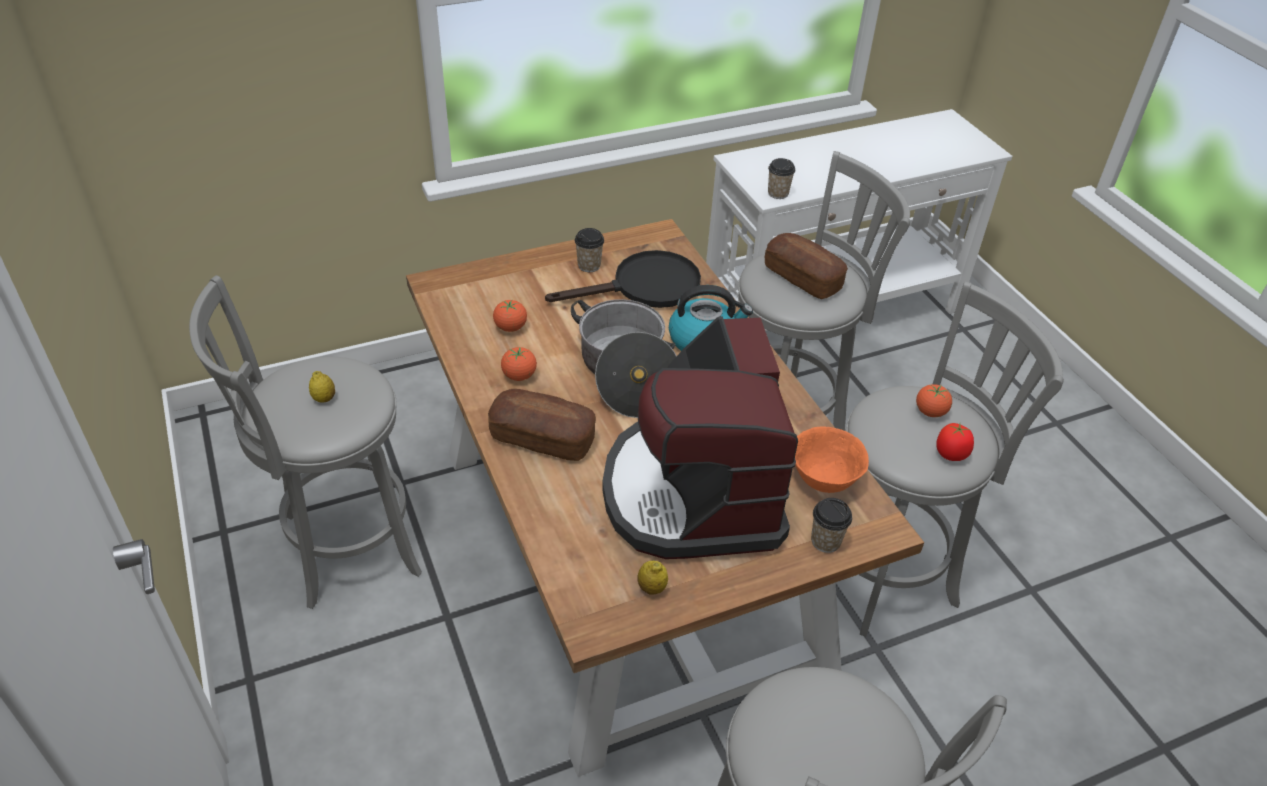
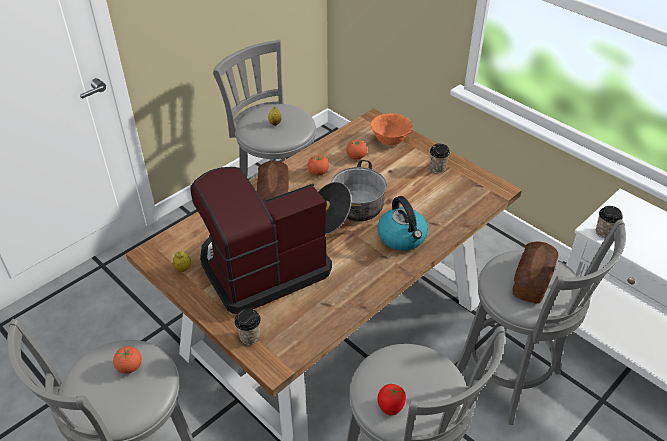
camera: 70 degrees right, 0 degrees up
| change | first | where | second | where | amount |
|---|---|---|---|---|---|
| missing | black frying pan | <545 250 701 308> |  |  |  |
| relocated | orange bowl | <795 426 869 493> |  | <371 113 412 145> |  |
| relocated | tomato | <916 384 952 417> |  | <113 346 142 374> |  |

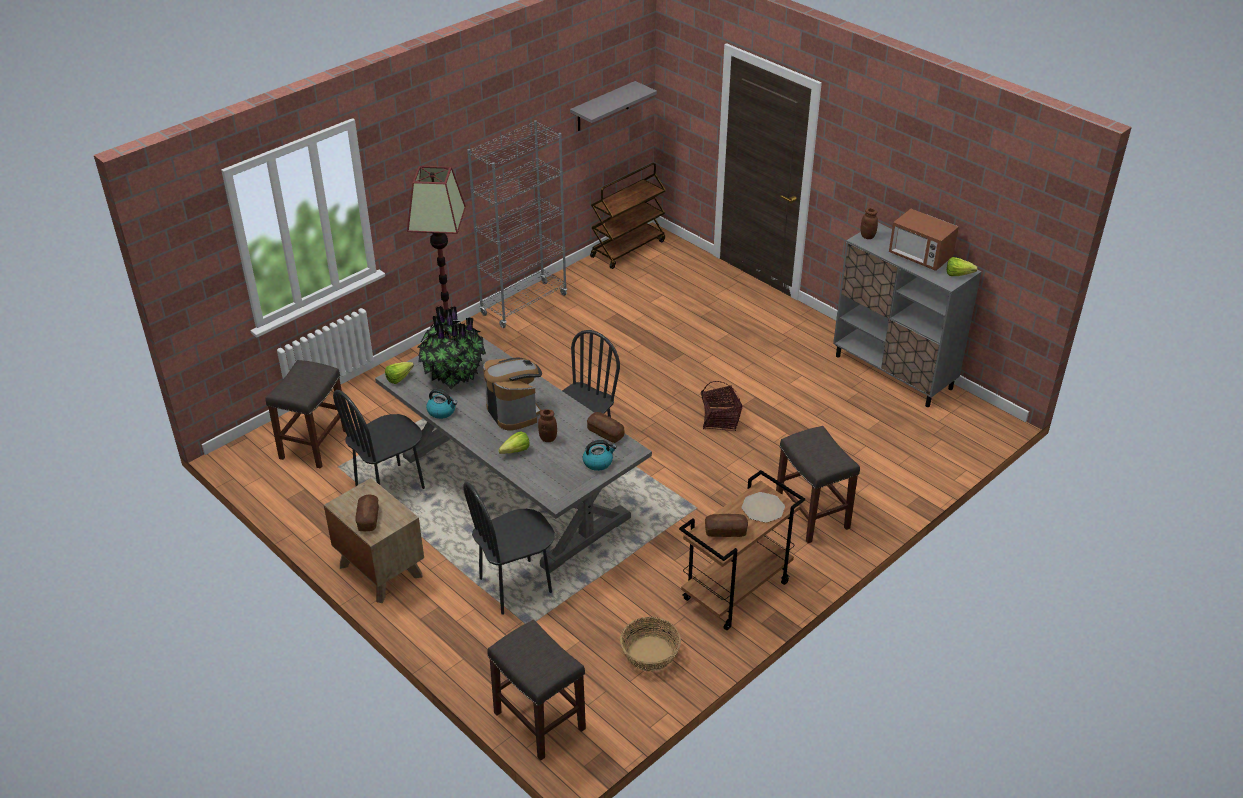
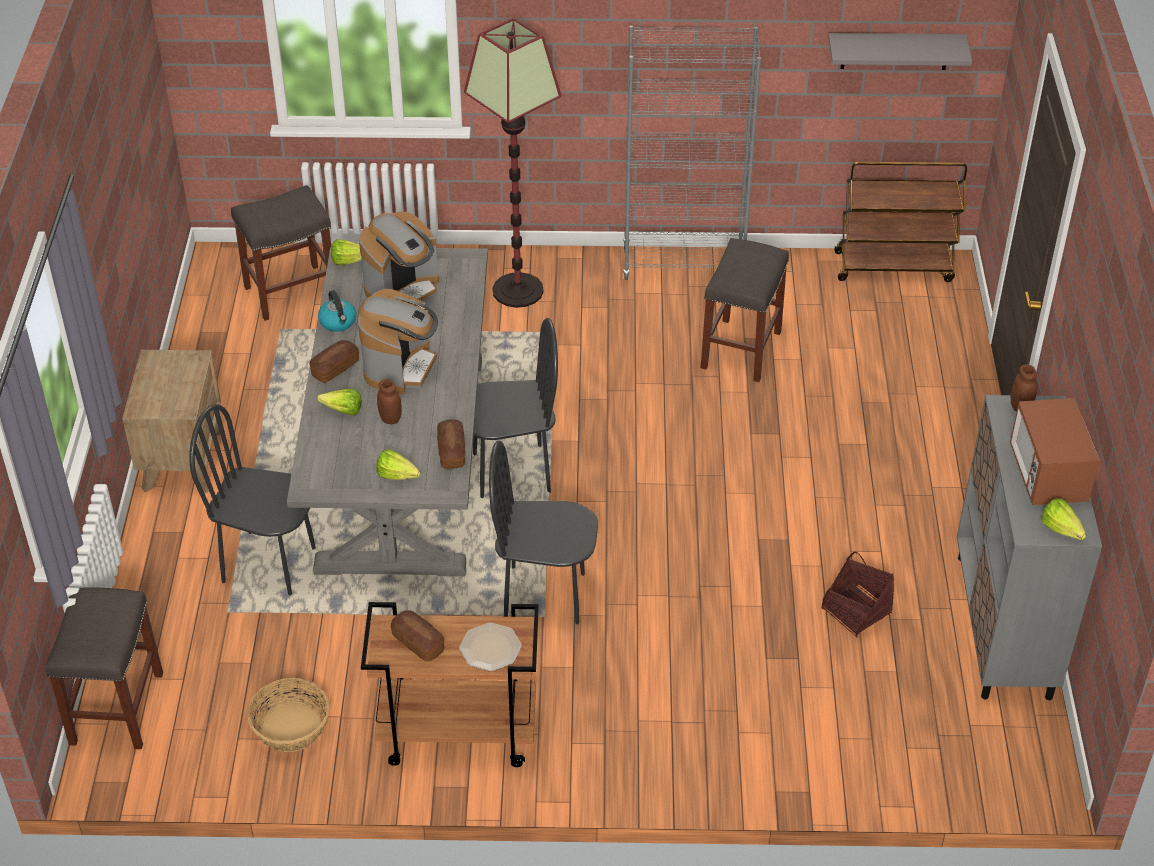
camera: 45 degrees right, 5 degrees up
| change | first | where | second | where | amount |
|---|---|---|---|---|---|
| relocated | black chair | <333 390 425 489> |  | <489 441 598 624> |  |
| relocated | bread | <355 495 379 531> |  | <309 340 359 383> |  |
| relocated | basket | <701 381 743 431> |  | <821 551 894 637> |  |
| relocated | grey stool | <776 426 860 543> |  | <701 238 789 382> |  |
| exchanged | potted plant | <417 306 486 389> | coffee machine | <359 212 439 302> |  |
| exchanged | kettle | <583 440 617 471> | lettuce | <376 449 421 480> |  |

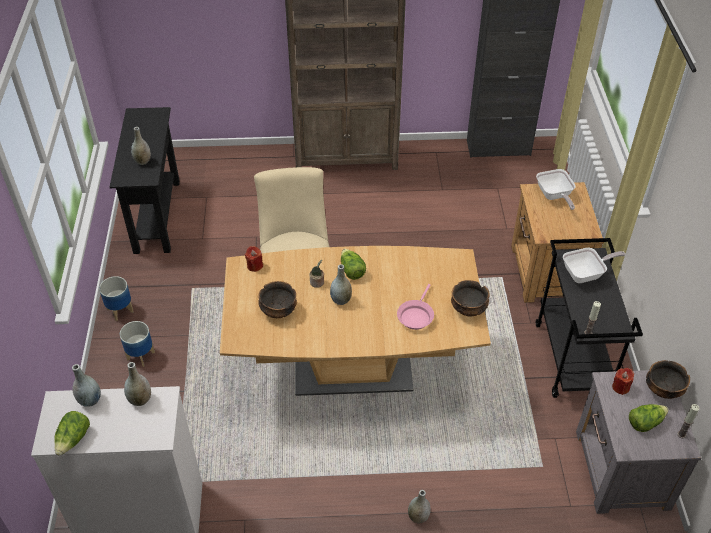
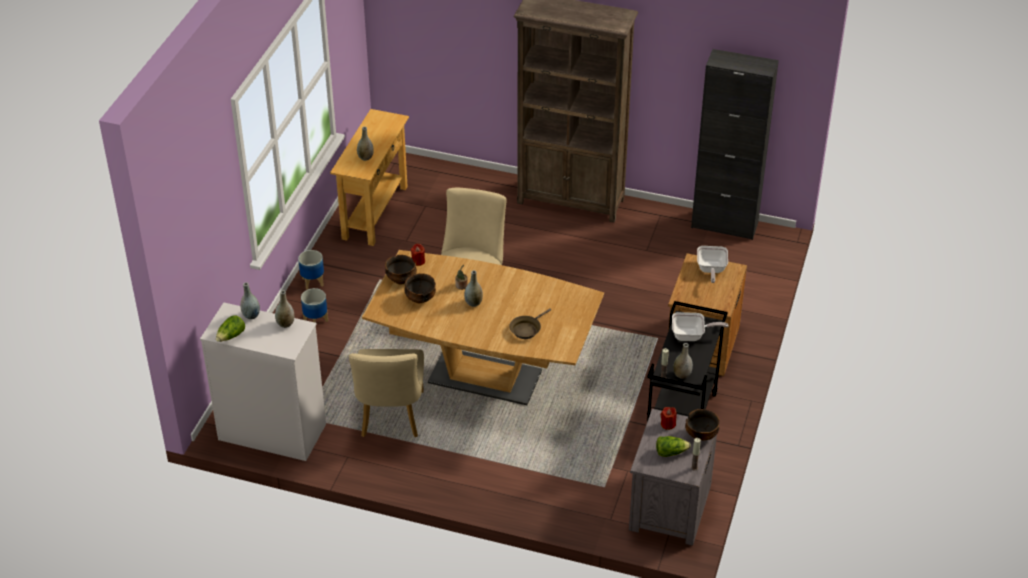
camera: 20 degrees right, 5 degrees down
| change | first | where | second | where | amount |
|---|---|---|---|---|---|
| missing | lettuce | <341 249 366 280> |  |  |  |
| appeared |  |  | beige chair | <349 349 424 437> |  |
| relocated | grey vase | <408 490 431 524> |  | <673 343 693 379> |  |
| relocated | bowl | <451 280 490 316> |  | <385 255 417 285> |  |
| colour | black console table | <109 107 180 254> | beige console table | <330 109 409 246> |  |
| colour | pink frying pan | <397 284 434 330> | brown frying pan | <509 308 551 339> |  |

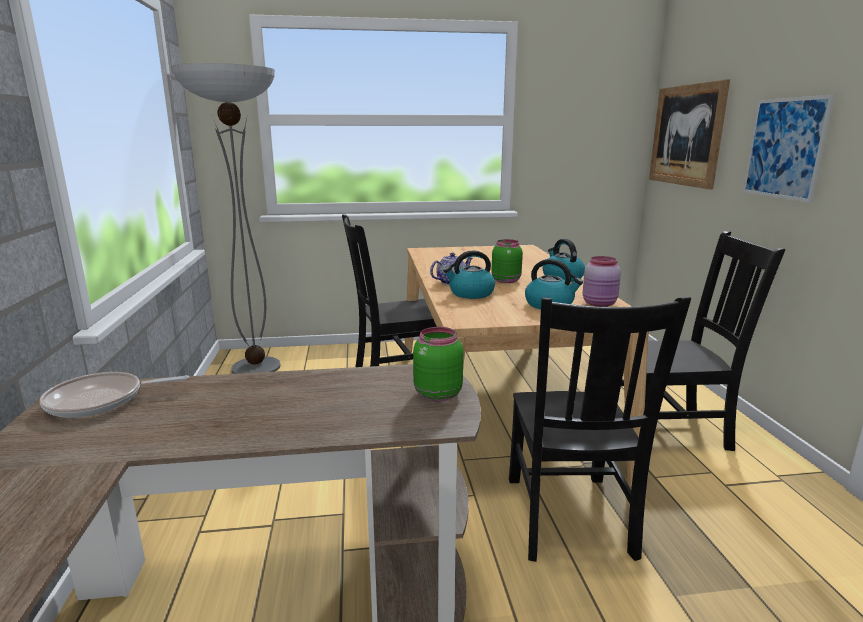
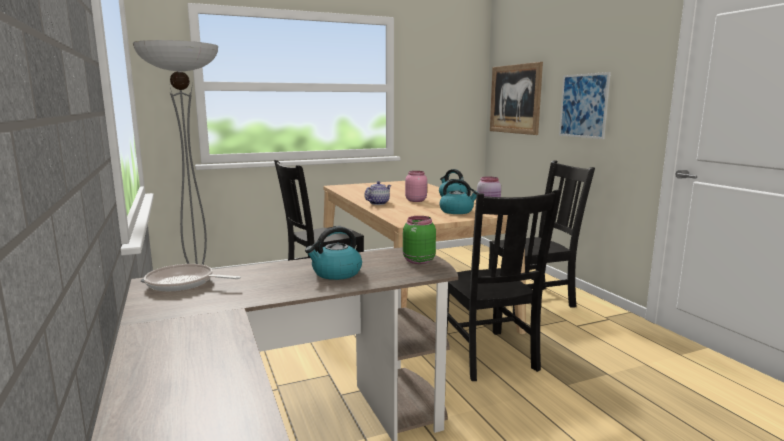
camera: 15 degrees left, 5 degrees down
| change | first | where | second | where | amount |
|---|---|---|---|---|---|
| relocated | kettle | <443 250 495 299> |  | <305 227 362 280> |  |
| colour | green jar | <492 239 523 283> | pink jar | <405 171 427 202> |  |
| spun | frying pan | <40 372 189 418> |  | <144 264 241 291> | 45 degrees clockwise |

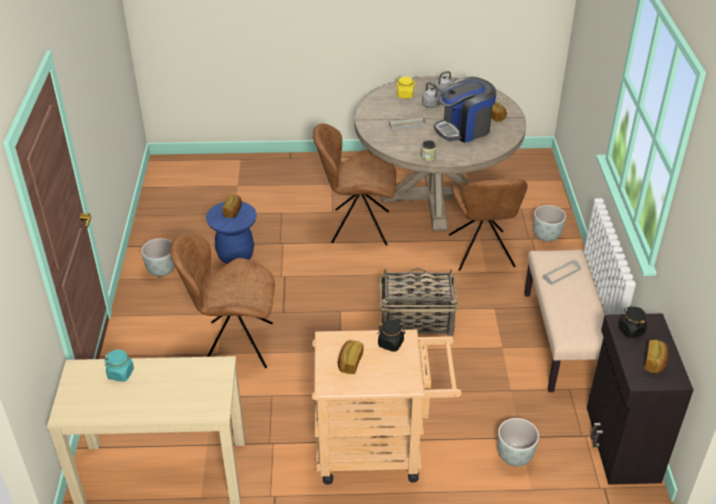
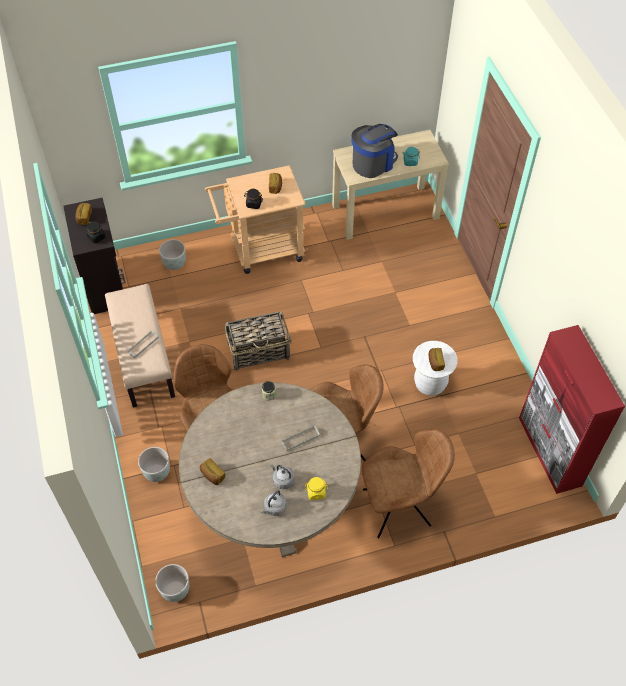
camera: 165 degrees right, 15 degrees up
| change | first | where | second | where | amount |
|---|---|---|---|---|---|
| appeared |  |  | red cabinet | <519 325 625 494> |  |
| relocated | grey planter | <141 238 175 277> |  | <155 564 189 602> |  |
| relocated | brown chair | <170 233 275 368> |  | <362 429 455 539> |  |
| relocated | coffee machine | <434 77 496 143> |  | <351 124 398 178> |  |
| colour | blue stool | <206 202 257 264> | white stool | <413 341 457 396> |  |

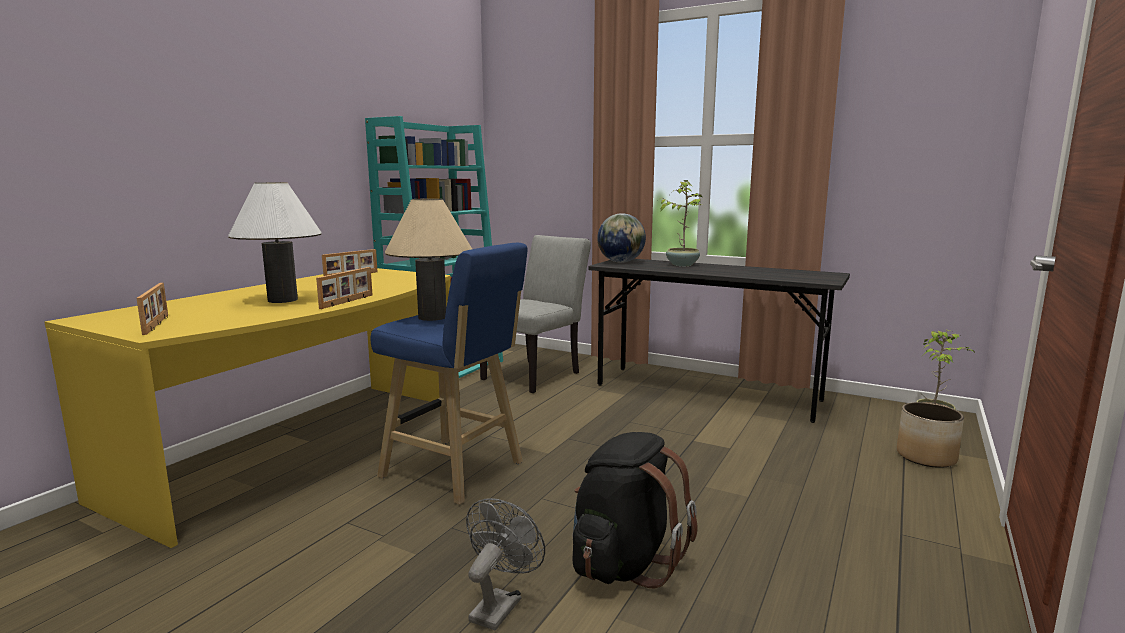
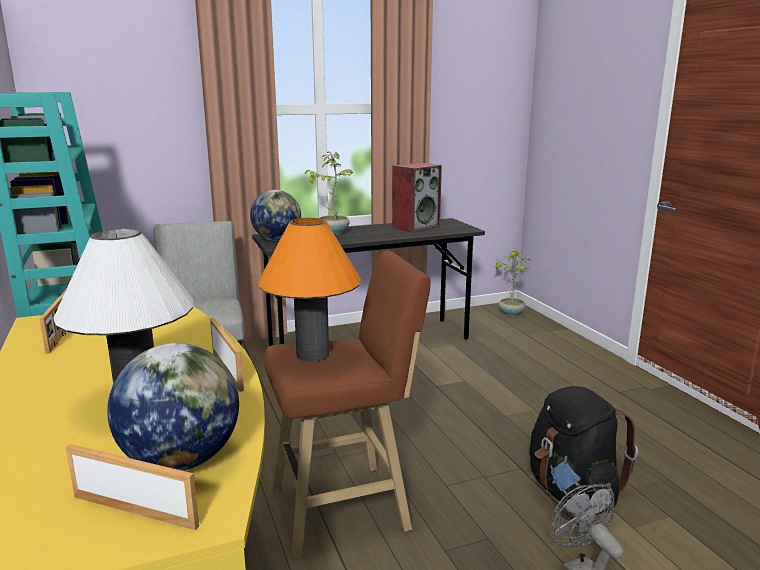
camera: 50 degrees left, 5 degrees up
| change | first | where | second | where | amount |
|---|---|---|---|---|---|
| missing | planter | <897 402 964 468> |  |  |  |
| appeared |  |  | globe | <107 343 239 471> |  |
| appeared |  |  | speaker | <392 162 442 233> |  |
| colour | blue stool | <371 243 527 505> | brown stool | <264 251 430 559> |  |
| colour | beige table lamp | <385 198 472 321> | orange table lamp | <258 218 361 362> |  |

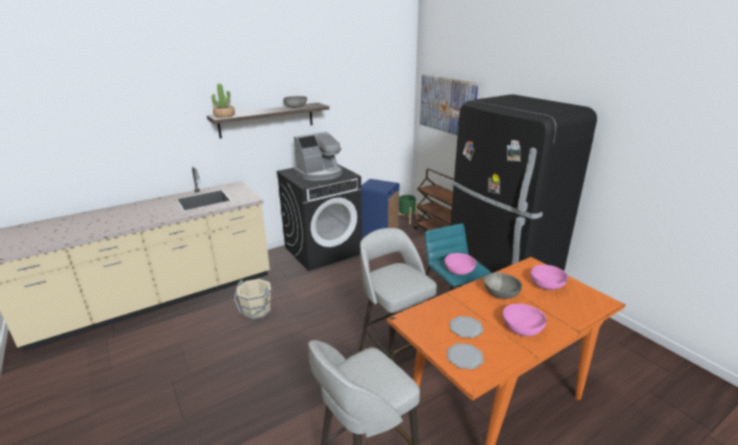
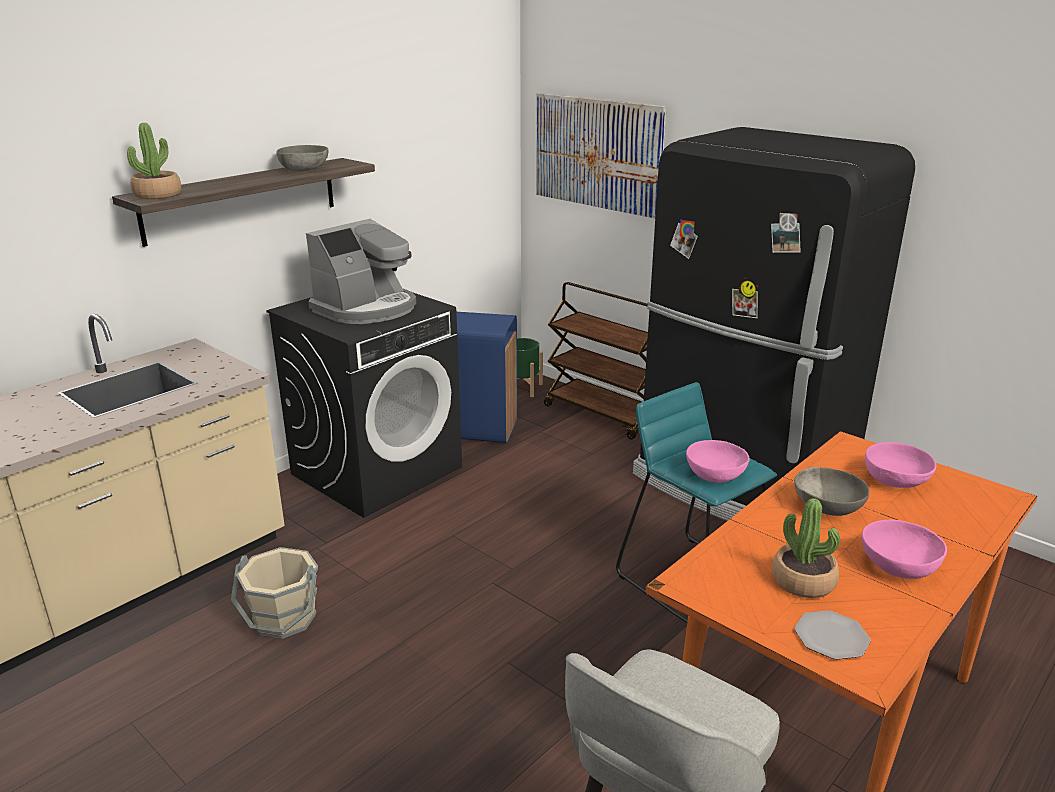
camera: 15 degrees left, 0 degrees up
| change | first | where | second | where | amount |
|---|---|---|---|---|---|
| missing | grey stool | <359 228 437 362> |  |  |  |
| exchanged | plate | <449 316 483 338> | potted plant | <772 498 840 598> |  |

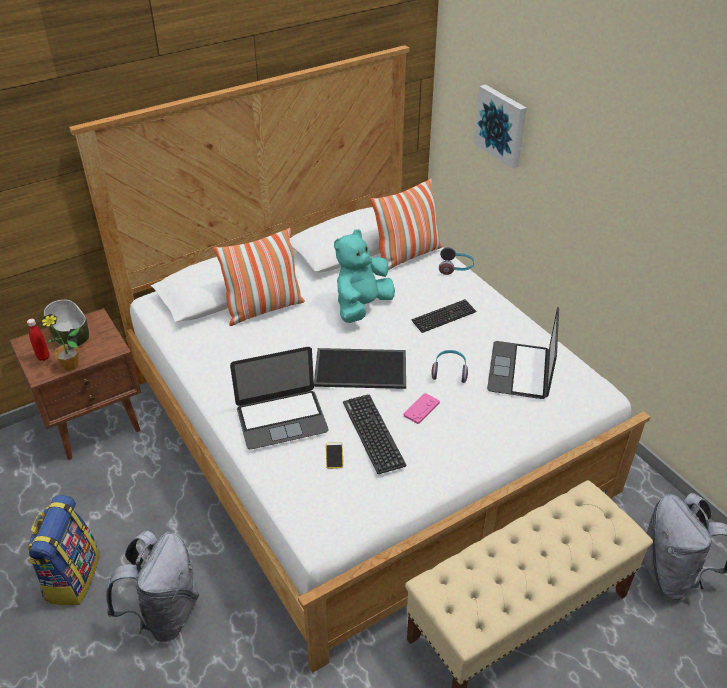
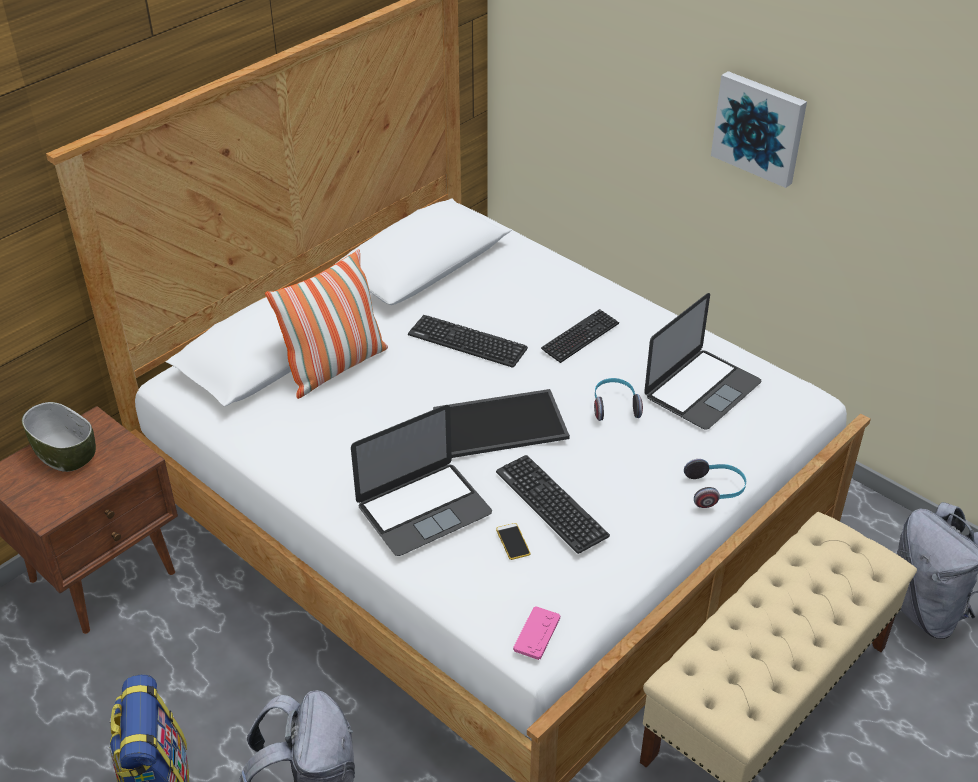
camera: 15 degrees left, 0 degrees up
| change | first | where | second | where | amount |
|---|---|---|---|---|---|
| missing | red bottle | <27 319 49 361> |  |  |  |
| missing | potted plant | <40 314 80 371> |  |  |  |
| missing | pillow | <370 178 443 270> |  |  |  |
| relocated | pink game controller | <403 393 440 424> |  | <513 606 560 660> |  |
| relocated | headphones | <439 247 474 275> |  | <684 459 746 508> |  |
| relocated | picture | <474 84 527 169> |  | <711 71 807 188> |  |
| exchanged | turquoise plush toy | <334 229 395 323> | keyboard | <408 315 528 368> |  |
| spun | laptop | <487 306 559 399> |  | <644 293 762 430> | 135 degrees counterclockwise |

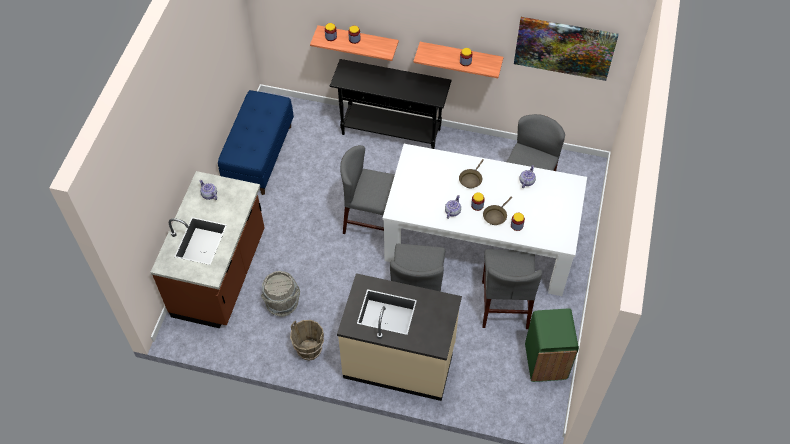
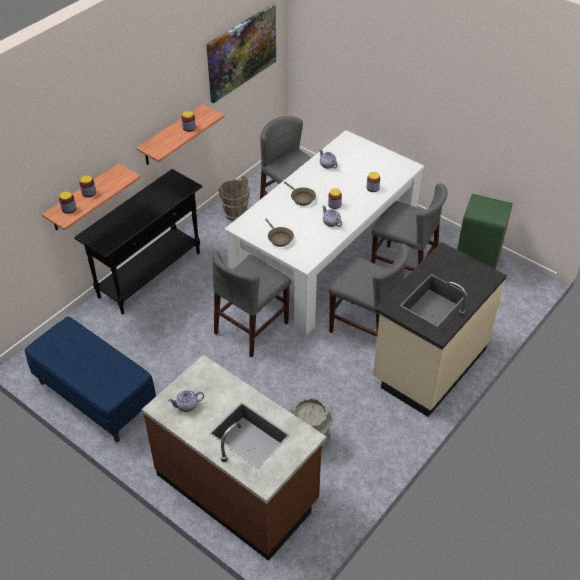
camera: 65 degrees left, 10 degrees down
| change | first | where | second | where | amount |
|---|---|---|---|---|---|
| relocated | brown bucket | <290 320 324 361> |  | <219 176 250 221> |  |
| relocated | brown frying pan | <483 197 512 225> |  | <265 218 294 247> |  |

